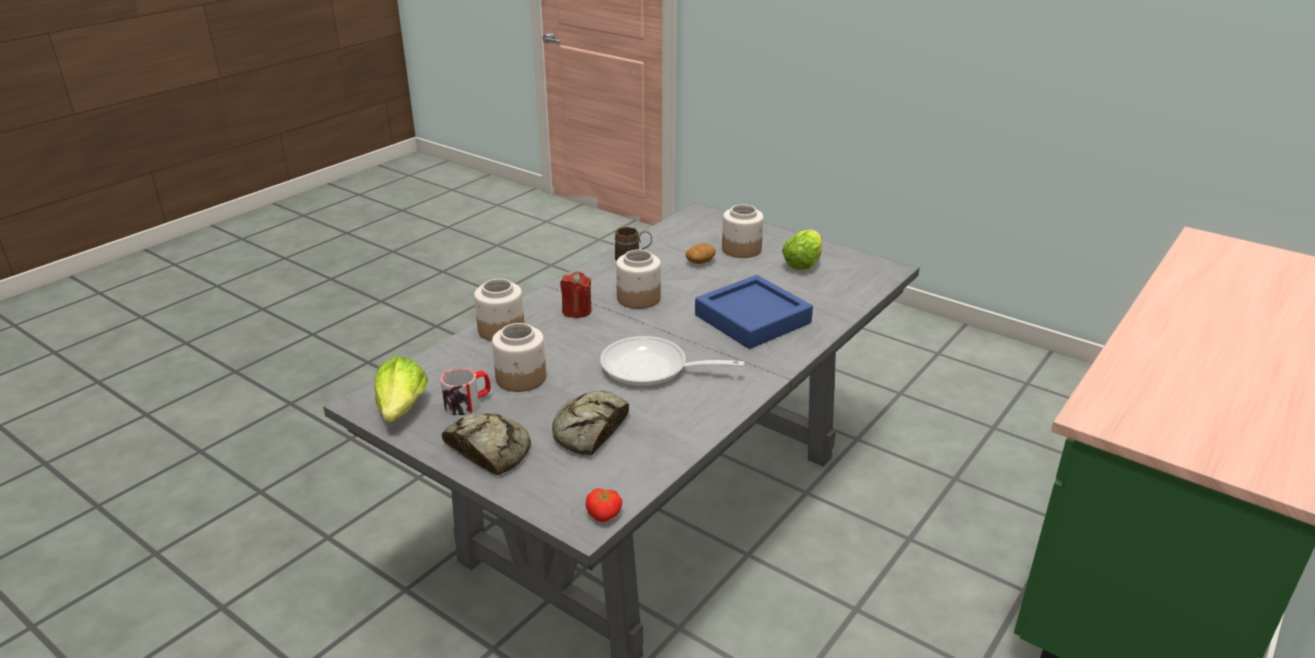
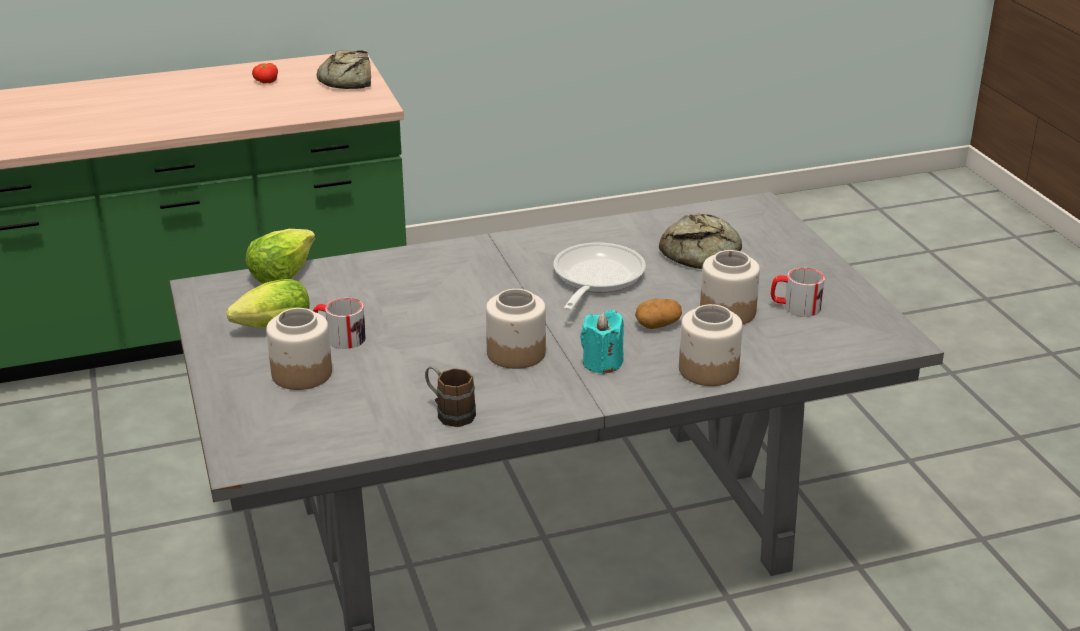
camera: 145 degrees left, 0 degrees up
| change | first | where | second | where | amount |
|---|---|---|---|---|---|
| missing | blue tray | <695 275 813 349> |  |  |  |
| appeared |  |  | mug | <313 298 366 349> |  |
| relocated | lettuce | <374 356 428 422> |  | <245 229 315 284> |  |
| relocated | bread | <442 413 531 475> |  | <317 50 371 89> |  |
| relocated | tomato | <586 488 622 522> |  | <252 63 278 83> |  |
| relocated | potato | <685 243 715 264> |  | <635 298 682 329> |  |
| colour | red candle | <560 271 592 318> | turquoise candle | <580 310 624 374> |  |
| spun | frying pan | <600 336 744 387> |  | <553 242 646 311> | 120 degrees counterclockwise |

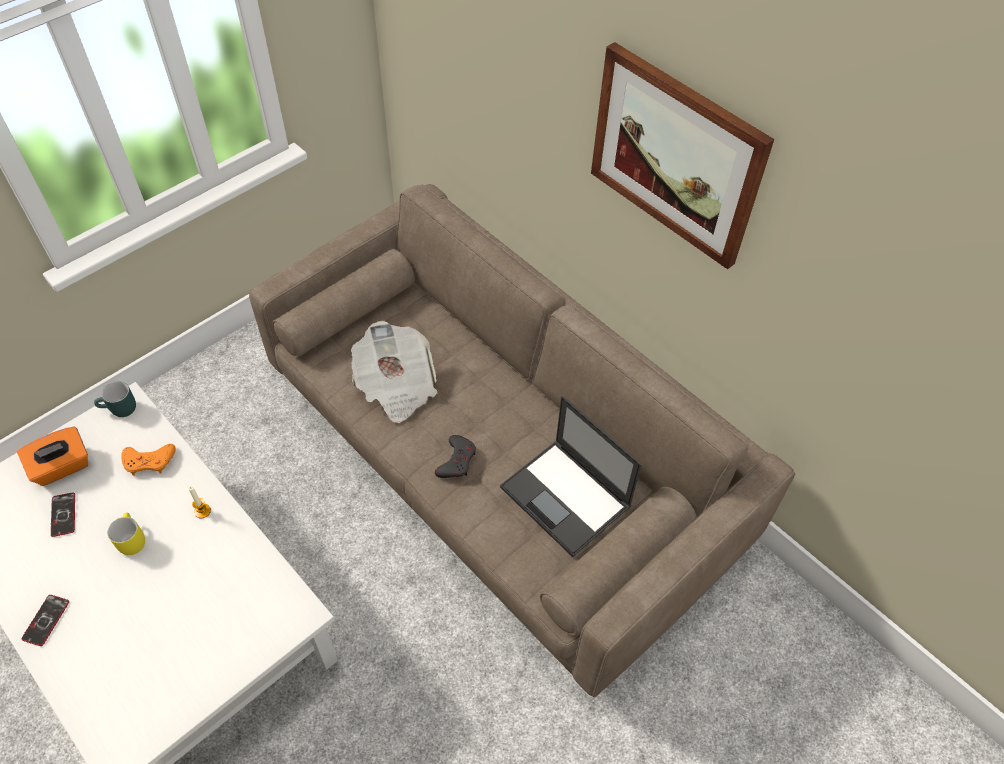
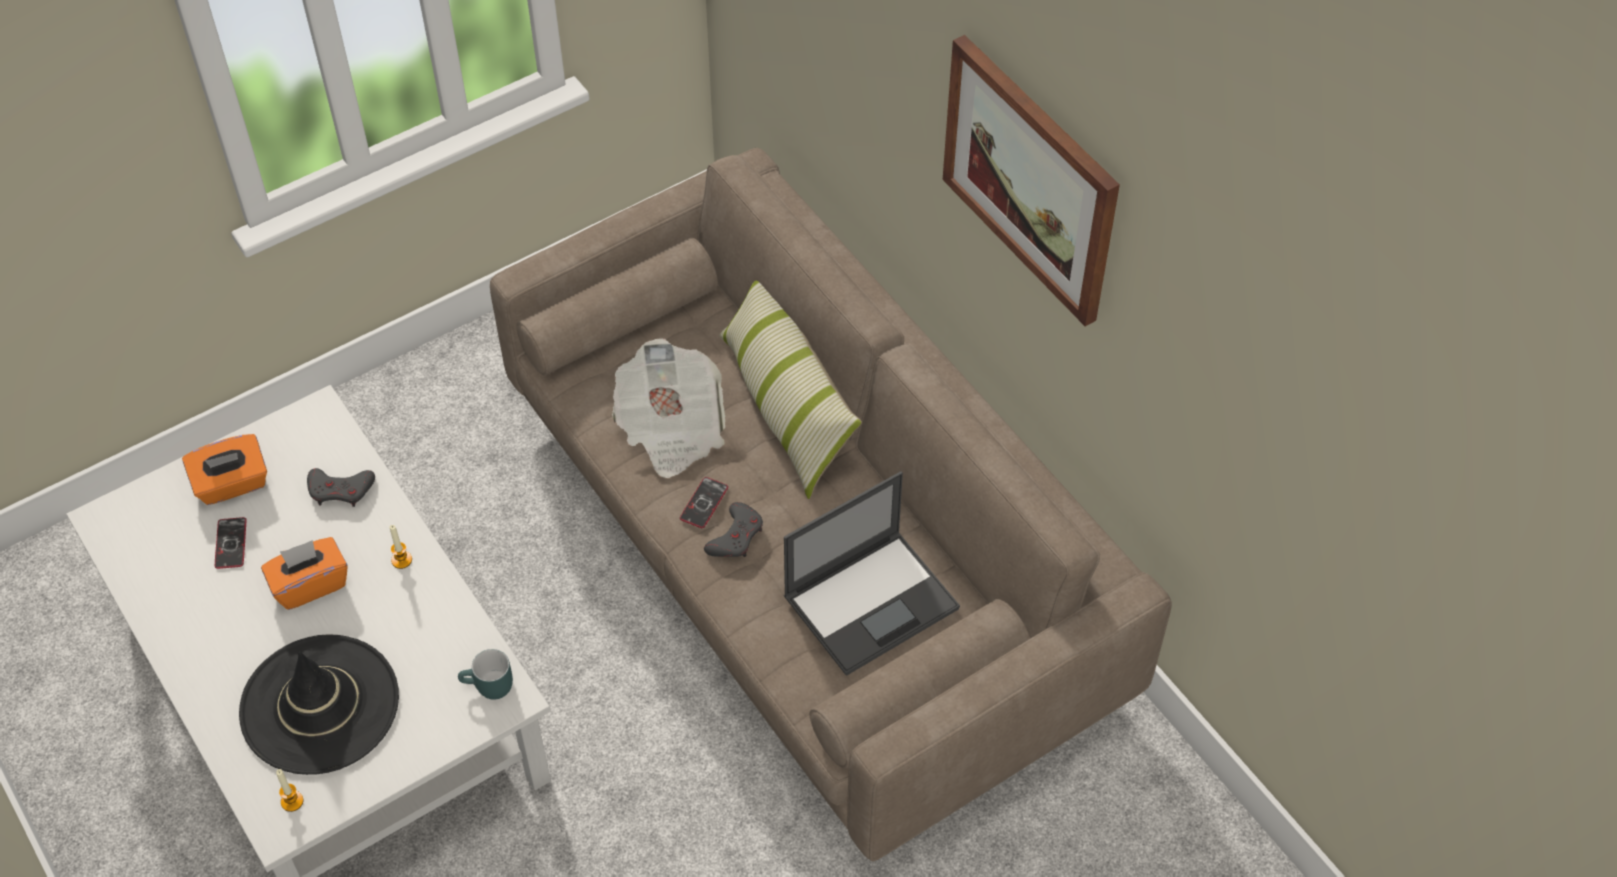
camera: 10 degrees right, 0 degrees up
| change | first | where | second | where | amount |
|---|---|---|---|---|---|
| appeared |  |  | black hat | <239 635 399 775> |  |
| appeared |  |  | candle | <276 769 303 812> |  |
| appeared |  |  | pillow | <719 281 862 499> |  |
| relocated | phone | <22 595 69 646> |  | <680 477 728 528> |  |
| relocated | turquoise mug | <94 381 136 417> |  | <458 649 513 700> |  |
| exchanged | yellow mug | <107 512 145 555> | orange tissue box | <261 537 348 610> |  |
| colour | orange game controller | <121 444 176 476> | grey game controller | <307 468 375 507> |  |
| spun | laptop | <500 396 642 557> |  | <784 471 960 676> | 90 degrees counterclockwise |

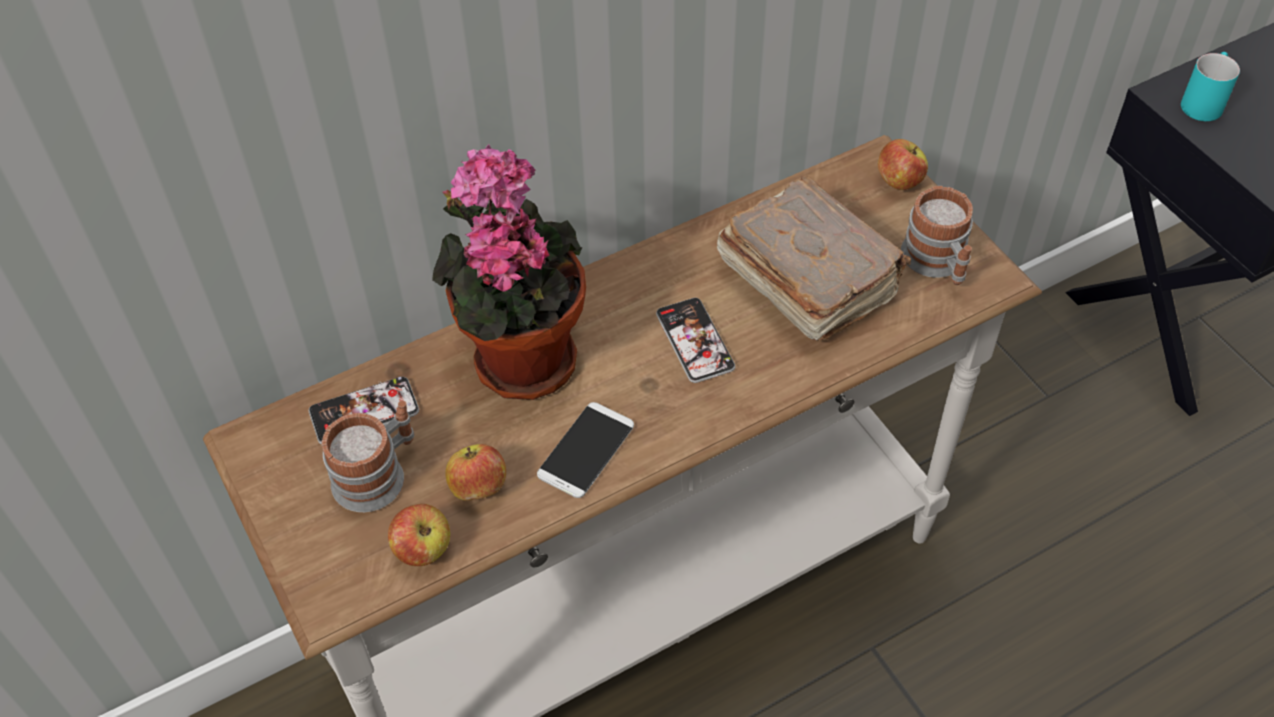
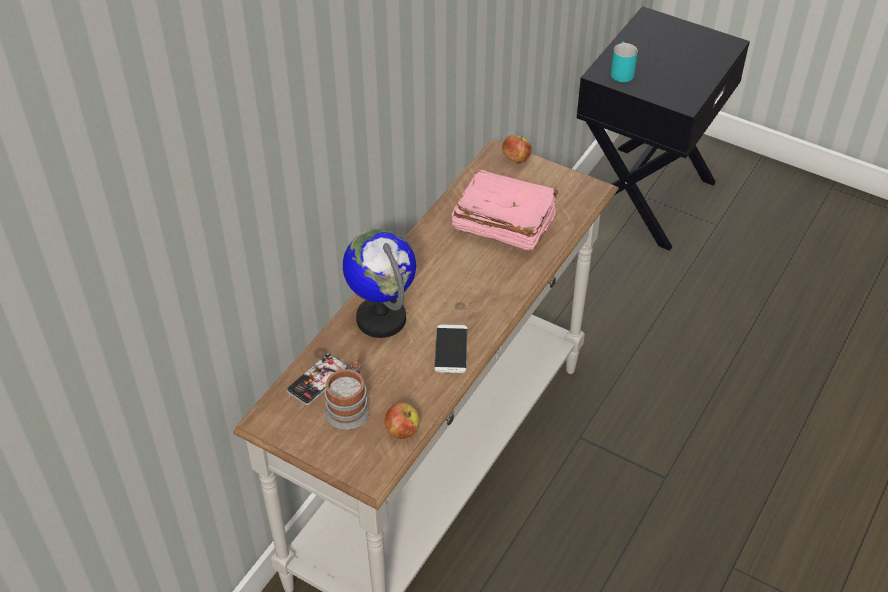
camera: 30 degrees left, 5 degrees down
| change | first | where | second | where | amount |
|---|---|---|---|---|---|
| missing | apple | <445 444 506 501> |  |  |  |
| missing | phone | <656 298 735 383> |  |  |  |
| missing | mug | <901 186 973 285> |  |  |  |
| exchanged | potted plant | <432 144 586 400> | globe | <343 229 416 338> |  |
| colour | brown book | <717 177 911 341> | pink book | <452 169 559 251> |  |

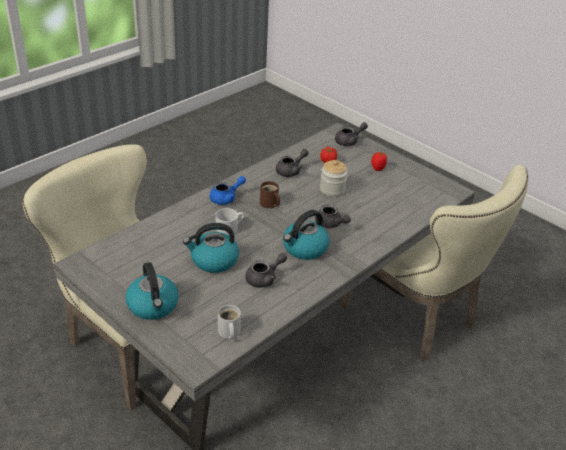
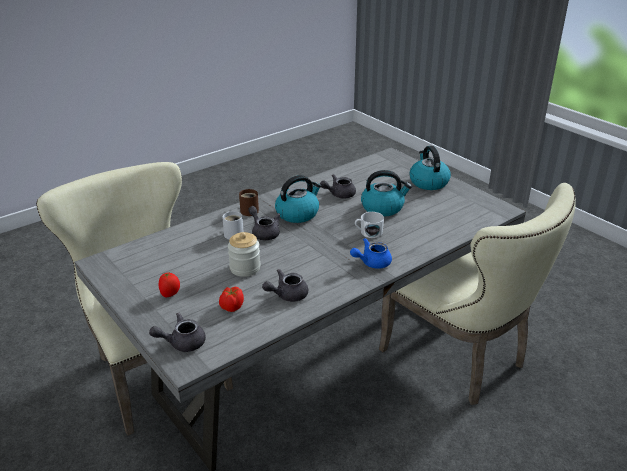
camera: 170 degrees left, 5 degrees down
| change | first | where | second | where | amount |
|---|---|---|---|---|---|
| relocated | white mug | <218 305 241 339> |  | <222 211 243 240> |  |
| relocated | brown mug | <260 181 280 208> |  | <239 189 259 216> |  |

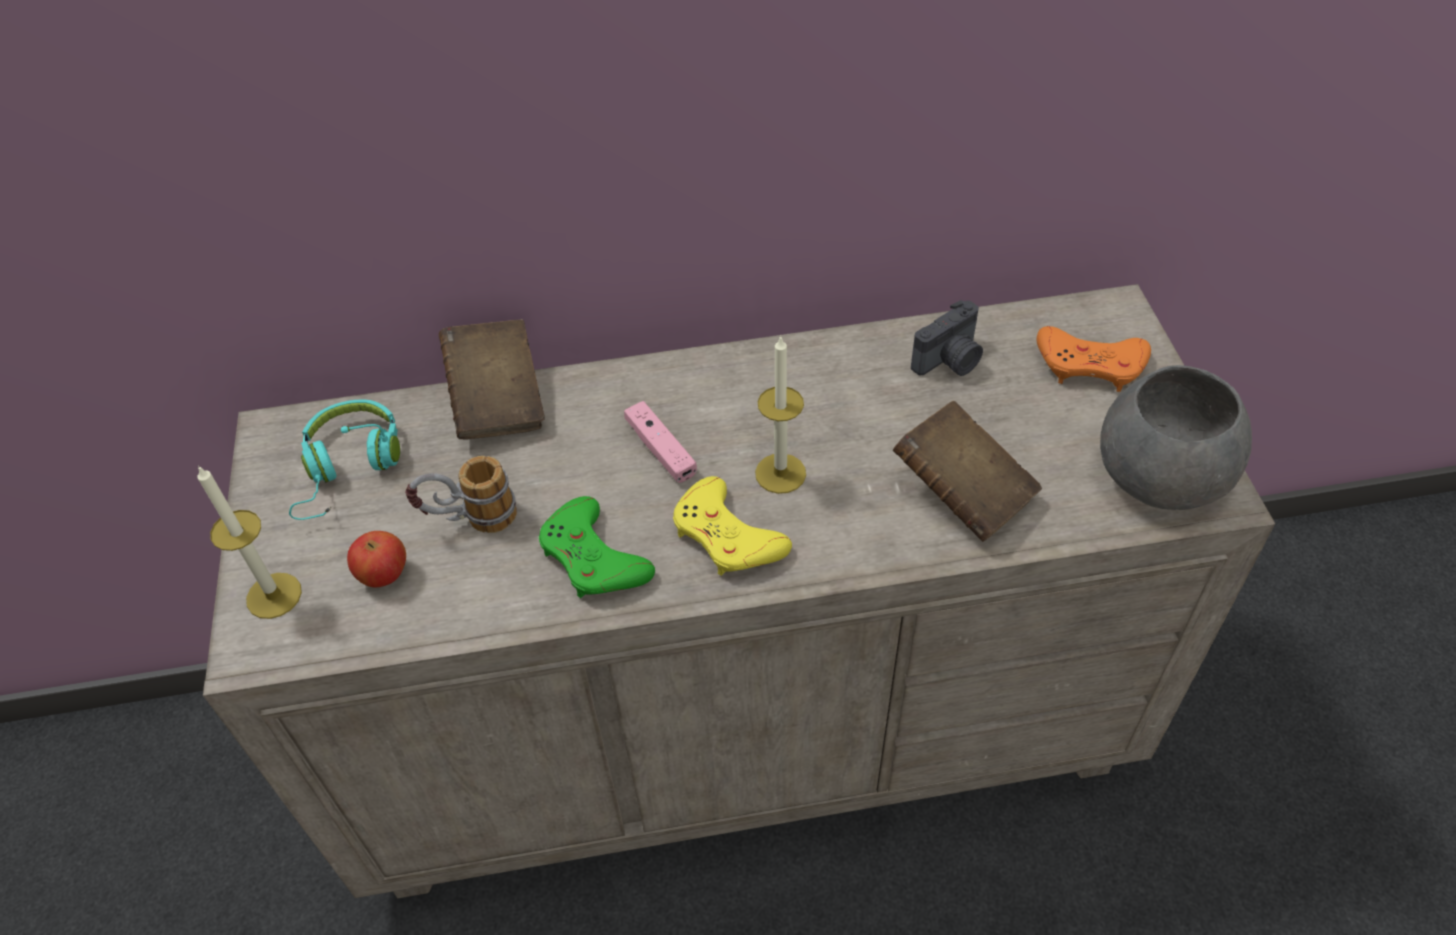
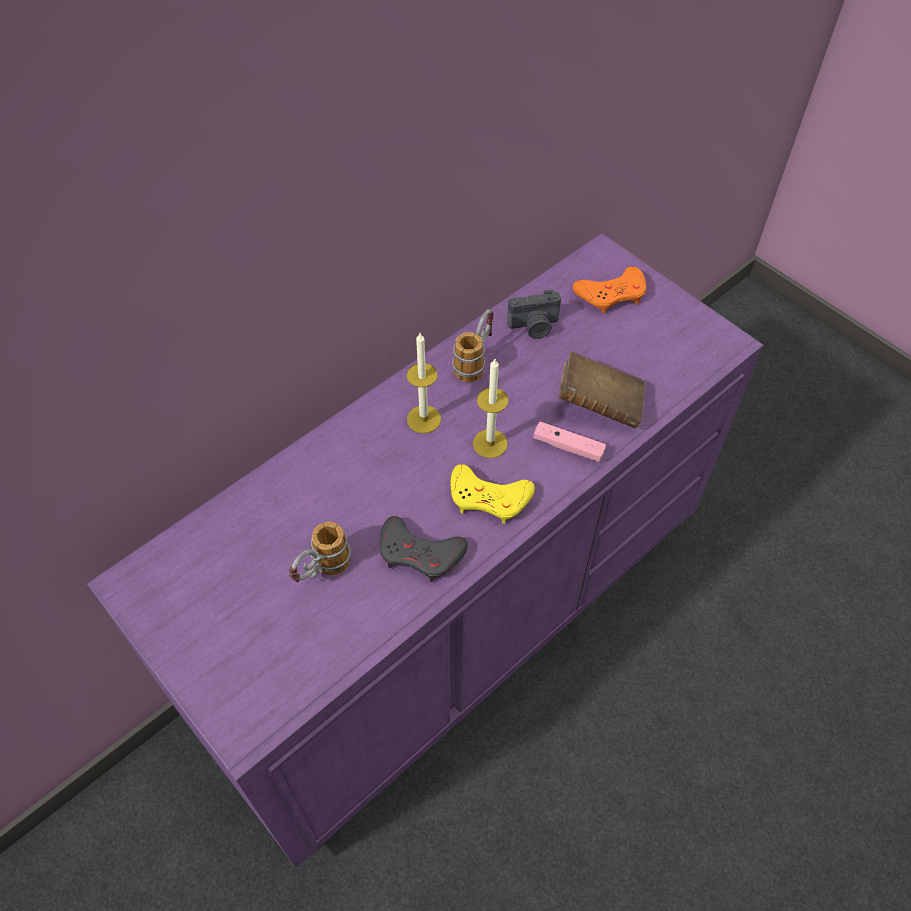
camera: 35 degrees left, 5 degrees up
| change | first | where | second | where | amount |
|---|---|---|---|---|---|
| missing | turquoise headphones | <289 400 400 520> |  |  |  |
| missing | apple | <347 531 406 587> |  |  |  |
| missing | brown book | <439 319 544 440> |  |  |  |
| missing | grey bowl | <1100 365 1252 510> |  |  |  |
| appeared |  |  | mug | <452 309 494 382> |  |
| relocated | candle | <198 465 302 619> |  | <407 333 441 433> |  |
| relocated | pink game controller | <624 401 697 483> |  | <533 422 606 462> |  |
| colour | beige dresser | <203 284 1275 898> | purple dresser | <87 233 763 868> |  |
| colour | green game controller | <539 496 655 598> | grey game controller | <380 516 468 582> |  |
| spun | photo camera | <911 300 983 376> |  | <507 290 561 339> | 60 degrees clockwise |

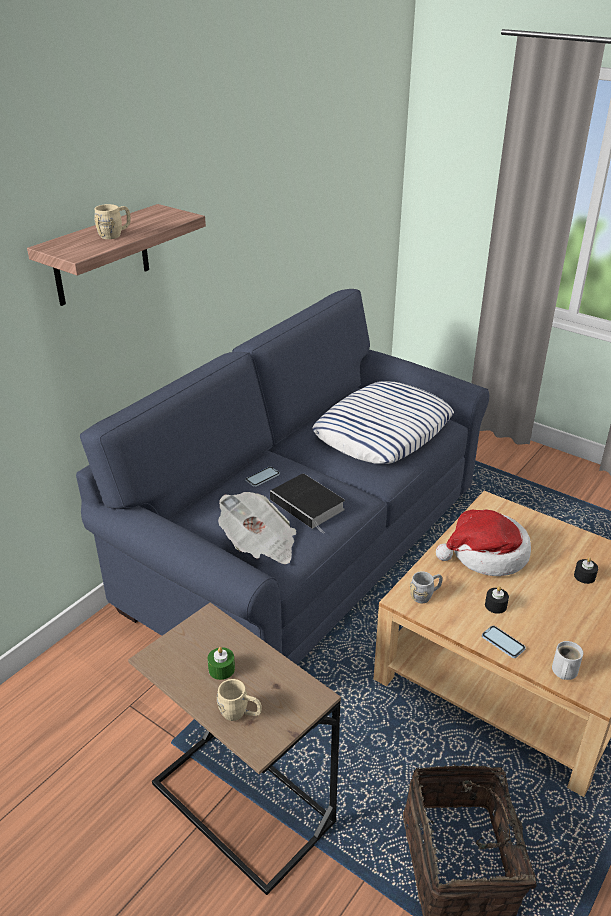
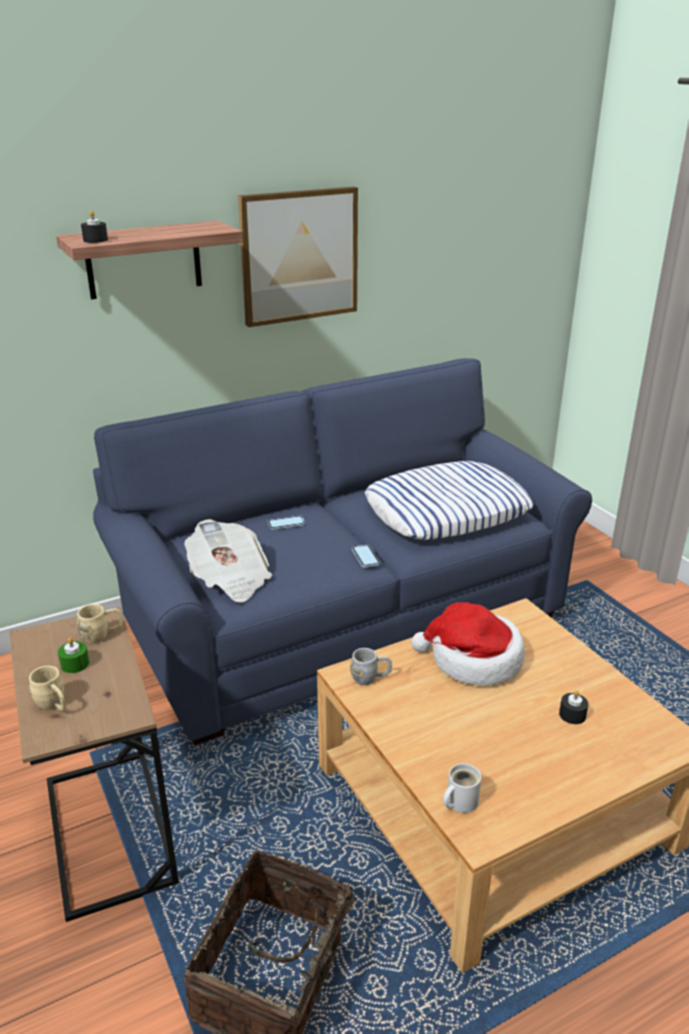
camera: 25 degrees right, 5 degrees down
| change | first | where | second | where | amount |
|---|---|---|---|---|---|
| missing | book | <270 474 345 533> |  |  |  |
| appeared |  |  | picture | <238 186 358 327> |  |
| relocated | beige mug | <94 204 131 239> |  | <76 604 123 644> |  |
| relocated | phone | <482 626 526 658> |  | <352 544 380 568> |  |
| relocated | black candle | <485 586 509 614> |  | <81 210 108 243> |  |

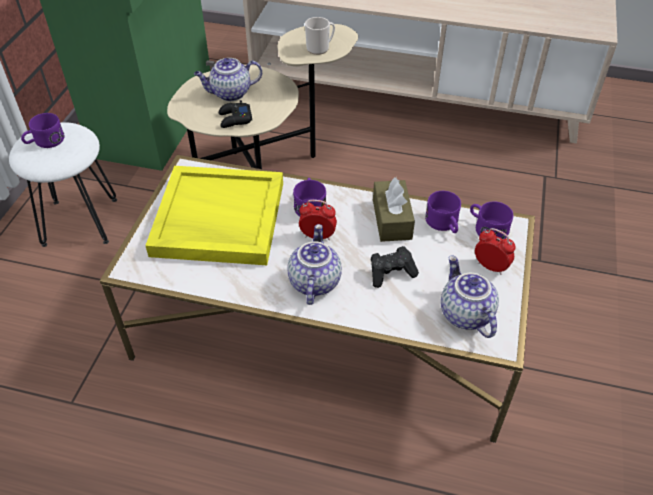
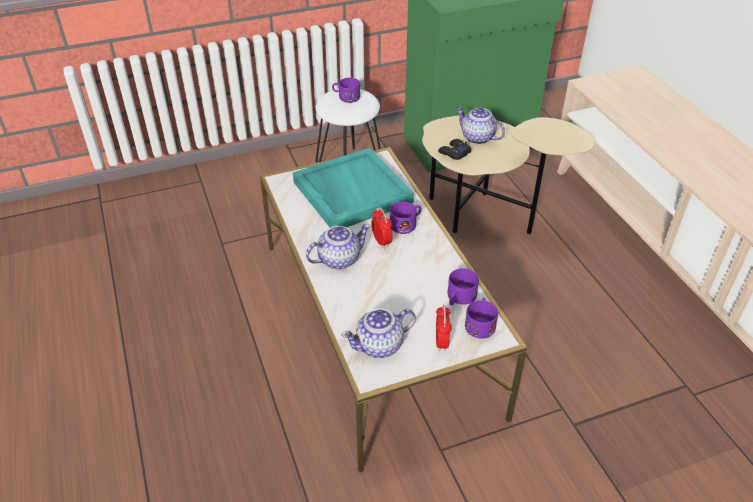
camera: 55 degrees right, 5 degrees down
| change | first | where | second | where | amount |
|---|---|---|---|---|---|
| missing | mug | <305 17 335 55> |  |  |  |
| missing | black game controller | <371 246 419 288> |  |  |  |
| missing | brown tissue box | <373 177 415 242> |  |  |  |
| colour | yellow tray | <145 166 283 265> | turquoise tray | <293 148 414 228> |  |
| spun | teapot | <441 255 499 338> |  | <342 309 416 358> | 150 degrees counterclockwise |

